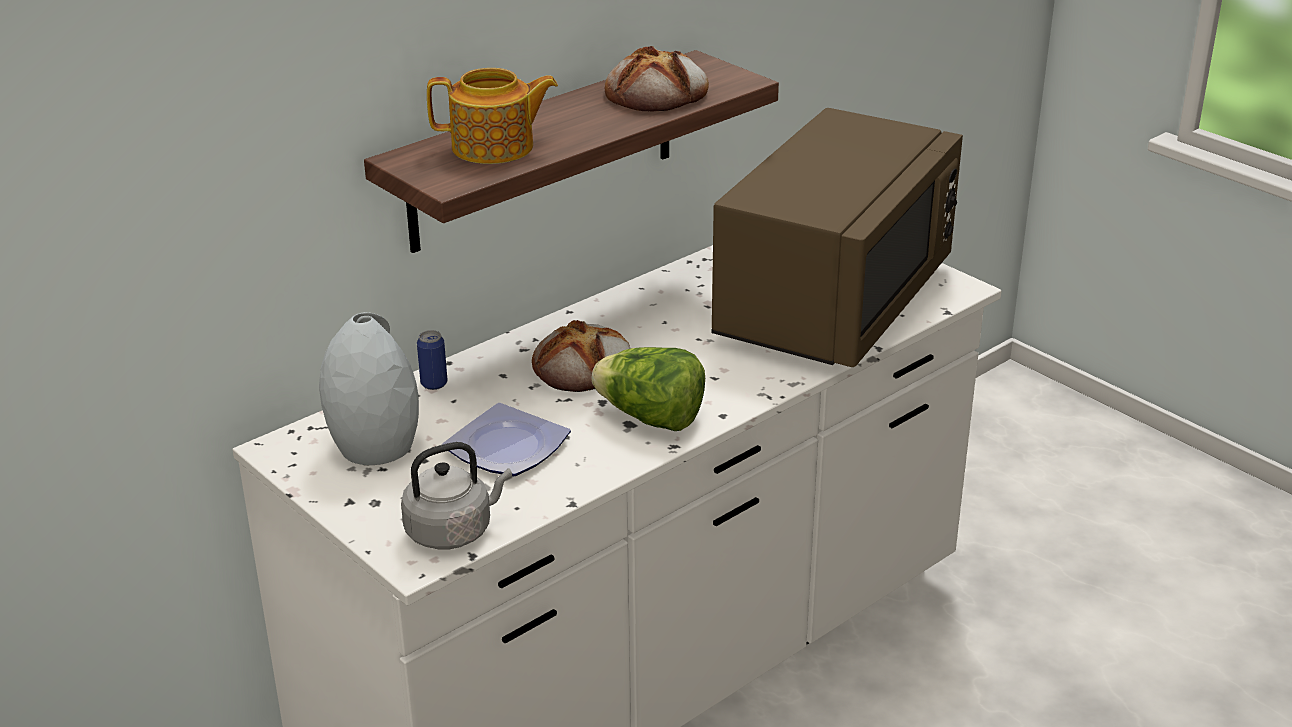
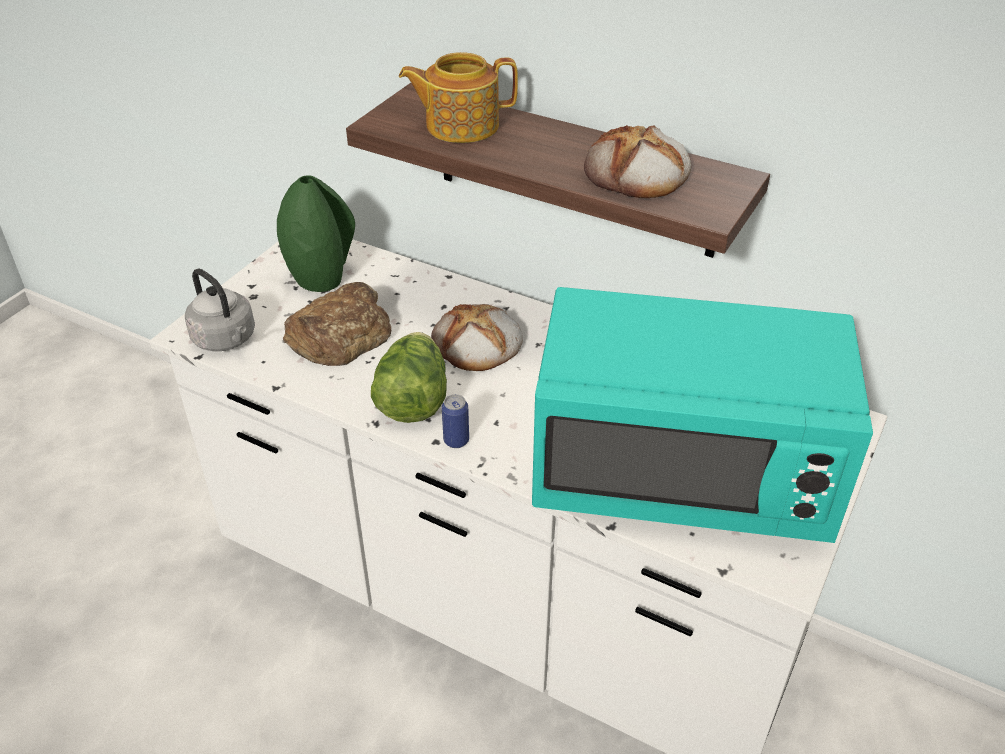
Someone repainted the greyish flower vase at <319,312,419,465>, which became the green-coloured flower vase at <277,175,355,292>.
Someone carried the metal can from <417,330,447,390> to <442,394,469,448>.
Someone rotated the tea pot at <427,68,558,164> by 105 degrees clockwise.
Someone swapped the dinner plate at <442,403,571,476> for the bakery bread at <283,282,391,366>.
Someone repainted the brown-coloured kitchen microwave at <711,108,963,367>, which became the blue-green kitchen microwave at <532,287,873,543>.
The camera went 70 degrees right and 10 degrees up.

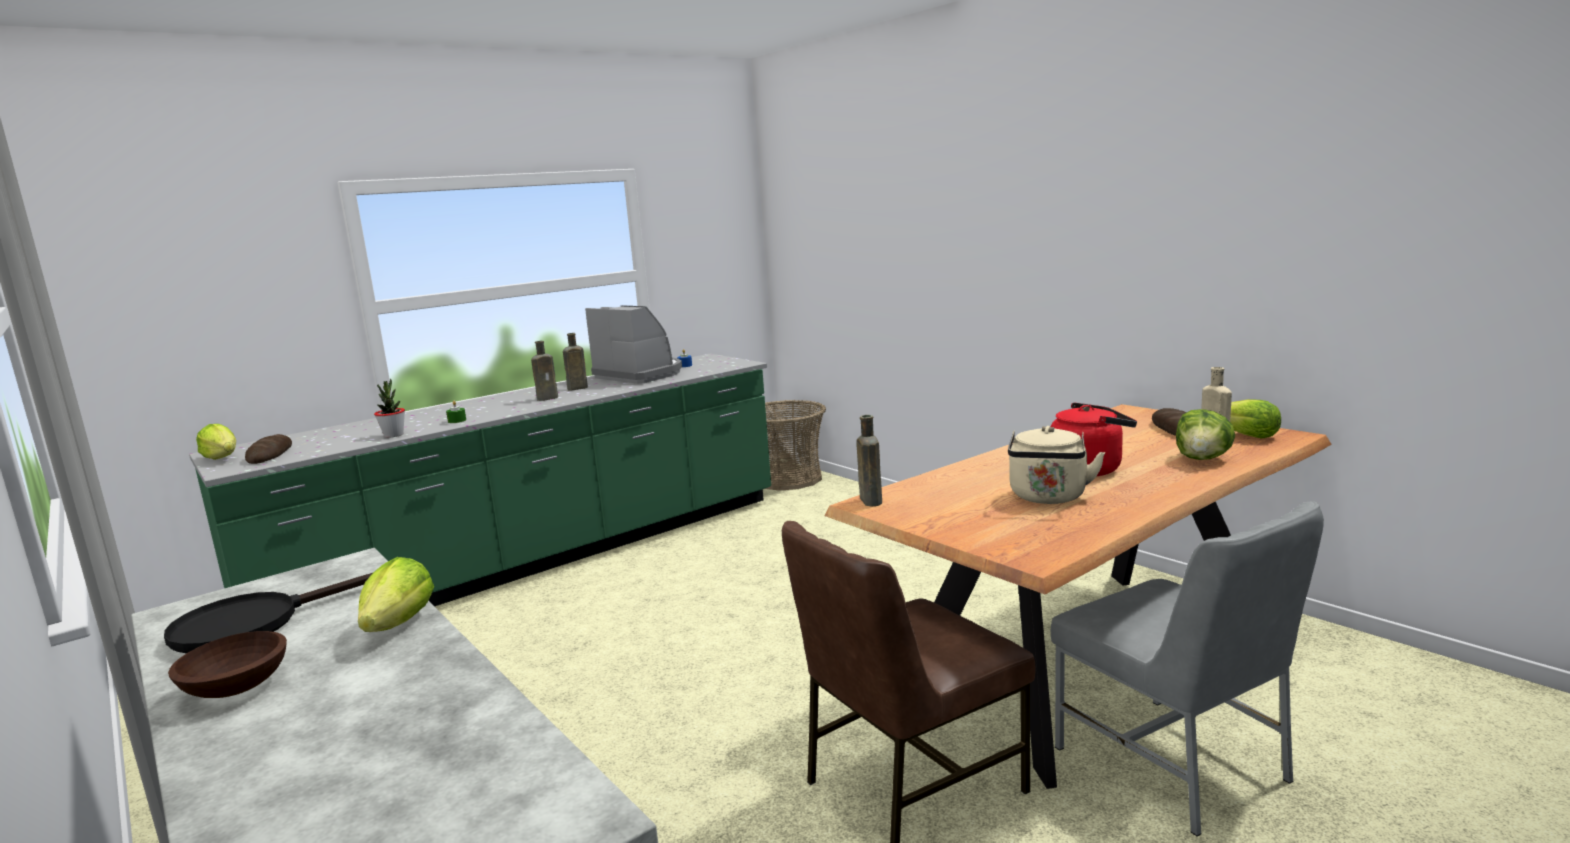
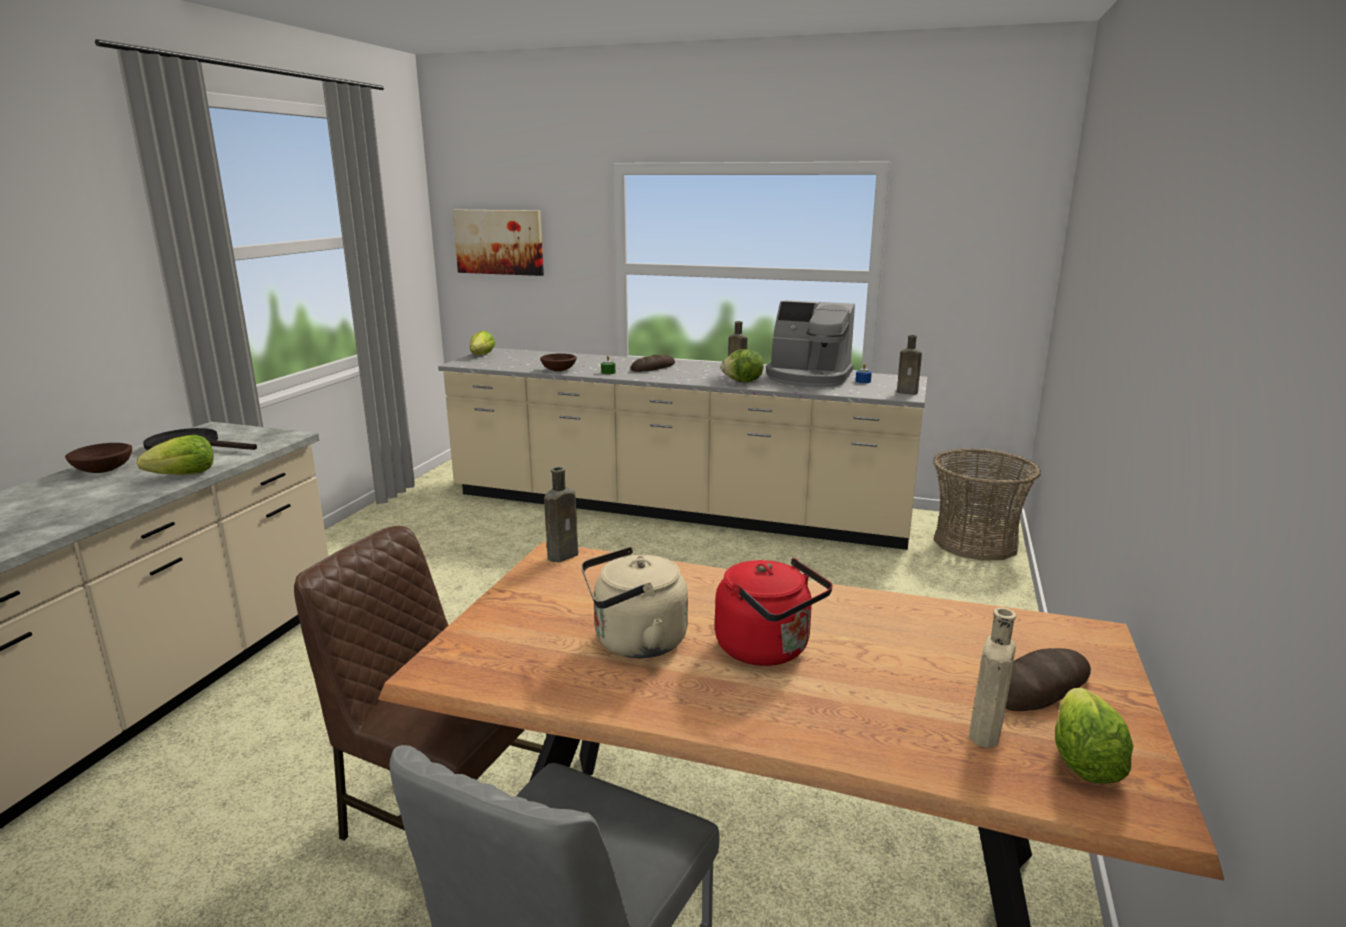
Someone repainted the green-coloured counter at <189,354,771,606>, which became the beige-coloured counter at <438,348,928,550>.
Someone carried the bakery bread from <245,434,292,464> to <631,355,675,372>.
Someone swapped the potted plant at <374,379,405,438> for the brown-coloured bowl at <540,354,577,371>.
Someone carried the brown-coloured bottle from <531,341,558,401> to <897,335,922,395>.
Someone rotated the coffee maker at <585,305,682,384> by 105 degrees clockwise.
Someone carried the head of lettuce from <1176,409,1235,460> to <721,349,763,383>.
Someone put up the wall picture at <453,209,544,276>.
The camera went 55 degrees right and 5 degrees up.

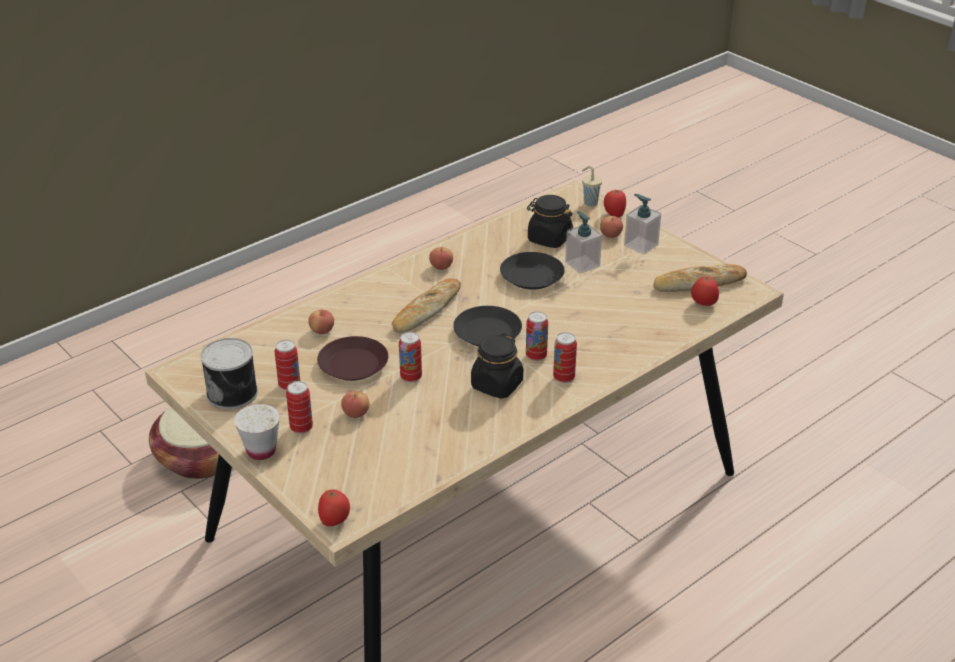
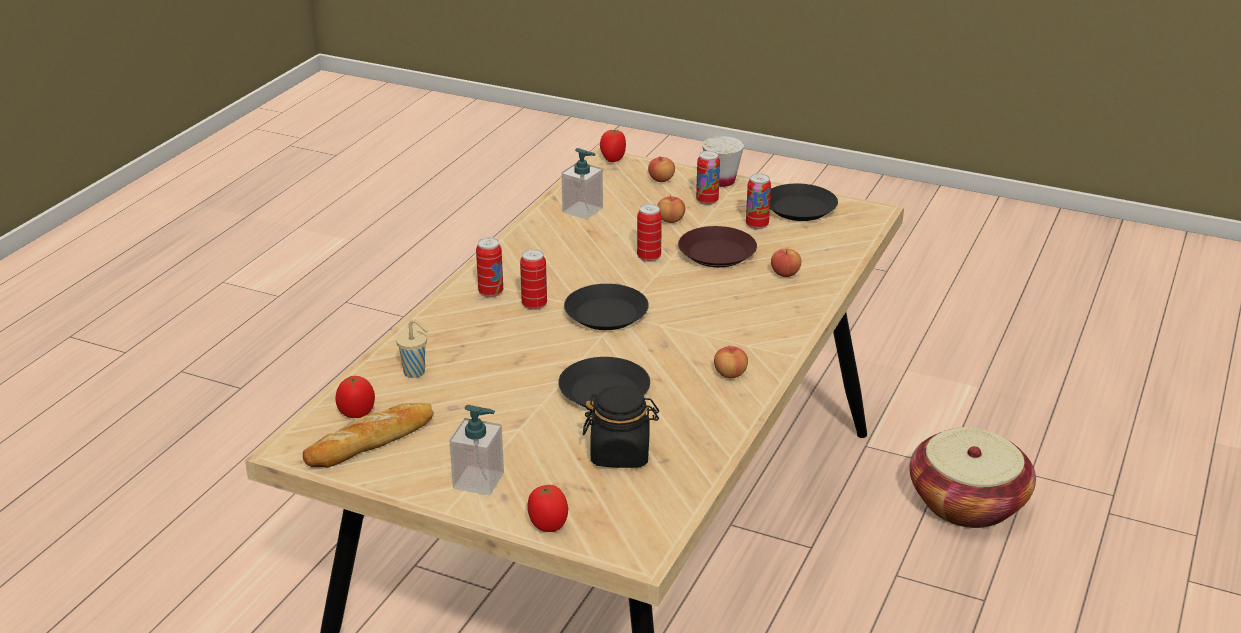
Someone swapped the metal can at <200,338,258,410> for the black dinner plate at <770,183,838,221>.
Someone took away the bakery bread at <392,279,461,333>.
Someone took away the black preserve jar at <471,333,523,399>.
Someone carried the liquid soap bottle from <565,211,602,274> to <562,148,603,219>.
Someone carried the beige-coloured cup from <582,166,602,206> to <396,319,429,378>.
Someone carried the apple from <600,216,623,238> to <648,156,675,182>.
The camera went 155 degrees right and 5 degrees down.

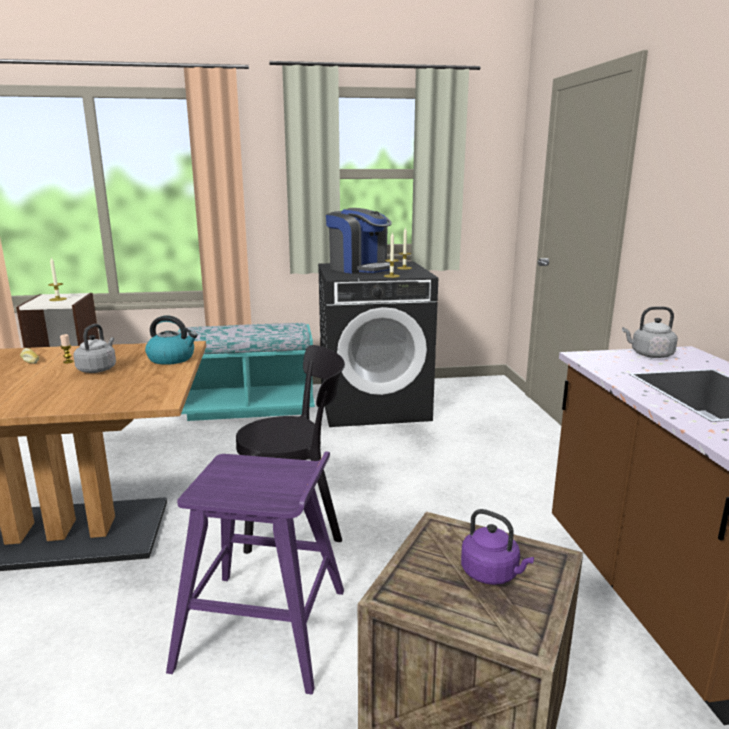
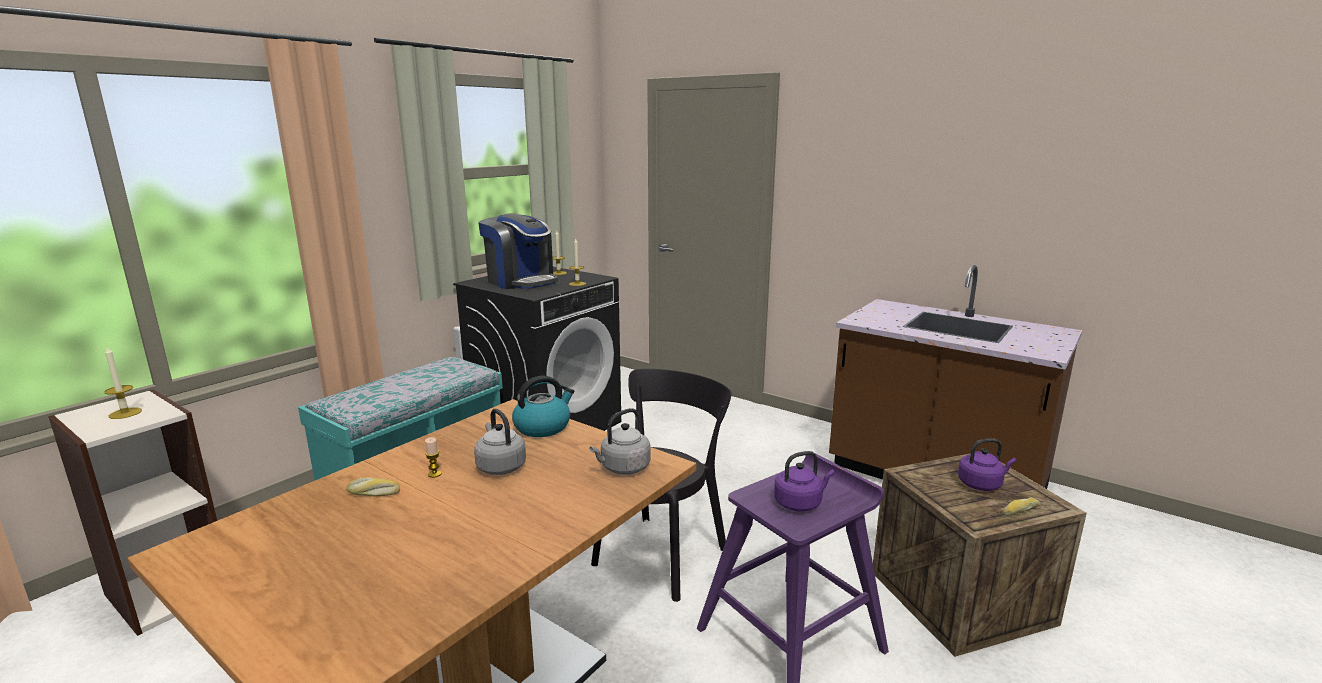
Someone rotated the coffee maker at <326,208,395,274> by 45 degrees clockwise.
Someone carried the greyish kettle from <622,306,678,358> to <589,408,651,475>.
Someone put down the purple kettle at <774,451,835,512>.
Someone put down the bakery bread at <1003,497,1040,516>.
The camera went 45 degrees left and 0 degrees up.

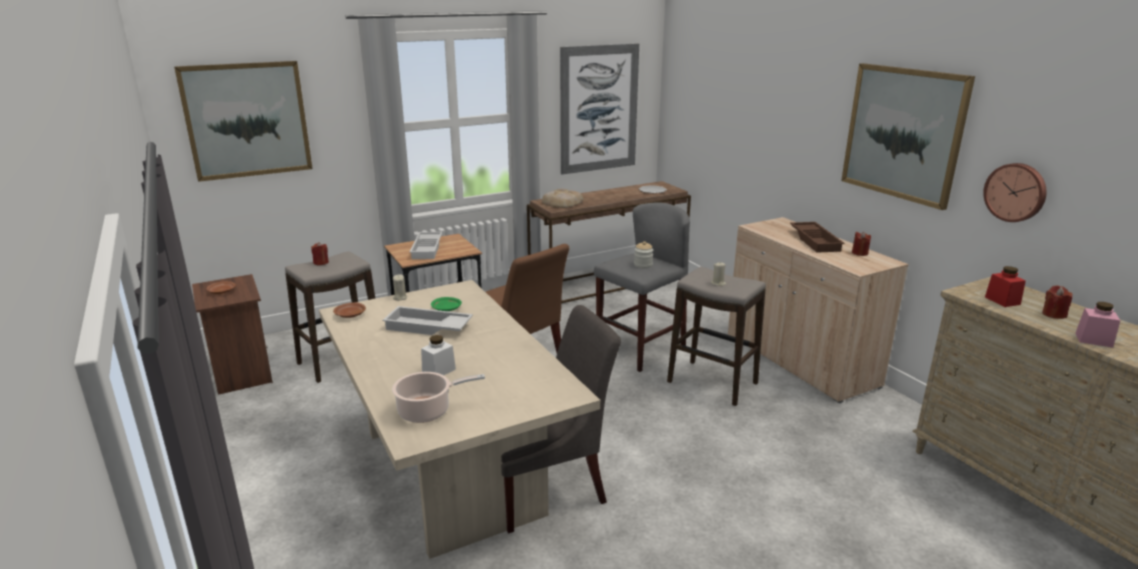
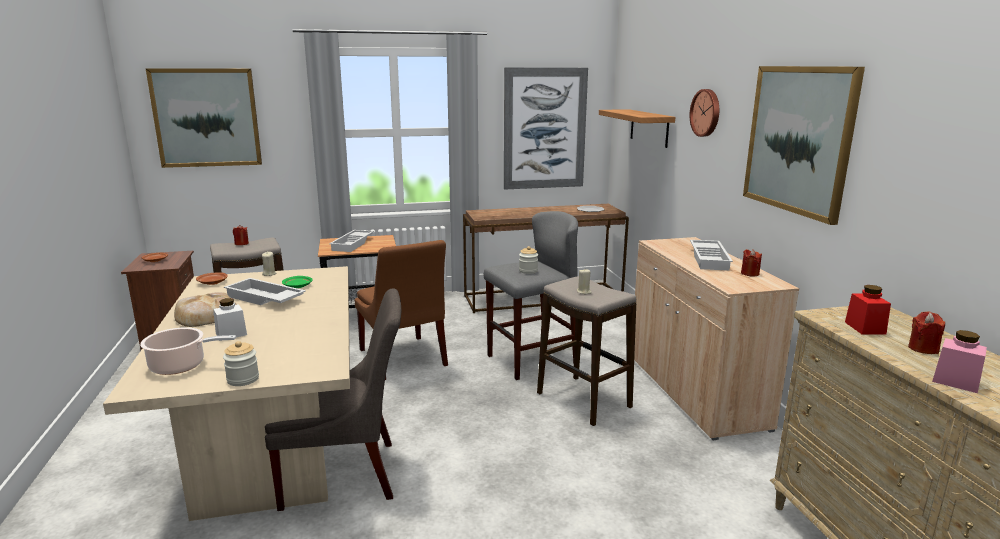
Someone carried the bakery bread from <542,189,584,208> to <174,292,237,327>.
Someone repainted the brown-coloured tray at <790,222,845,253>, which became the white-coloured tray at <690,240,733,271>.
Someone carried the hanging clock from <983,163,1046,222> to <690,89,719,137>.
Someone put down the preserve jar at <223,341,259,386>.
Someone put up the wall shelf at <599,109,675,148>.
The camera went 15 degrees right and 5 degrees down.

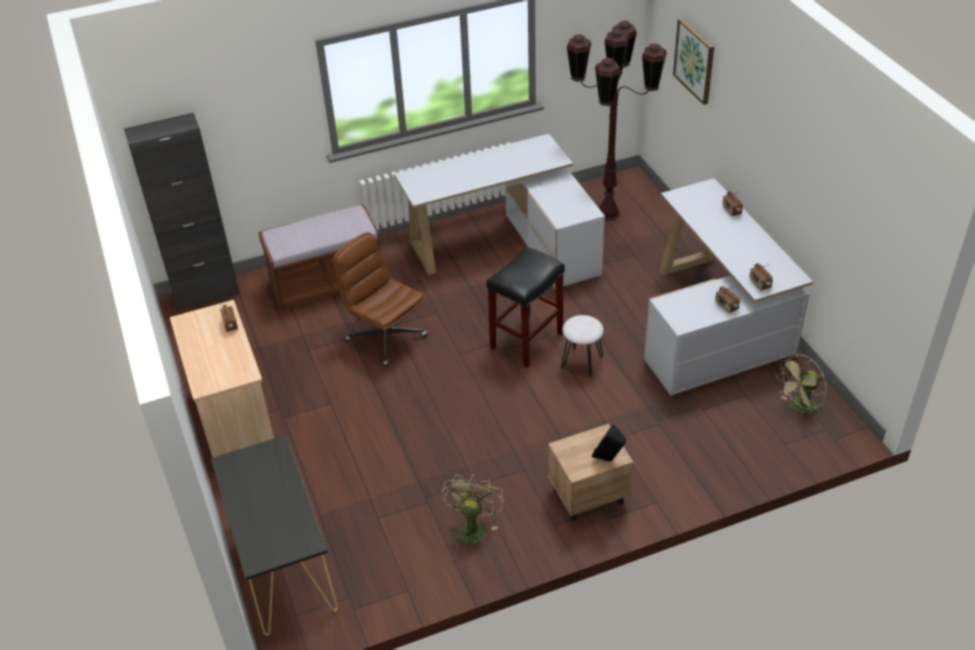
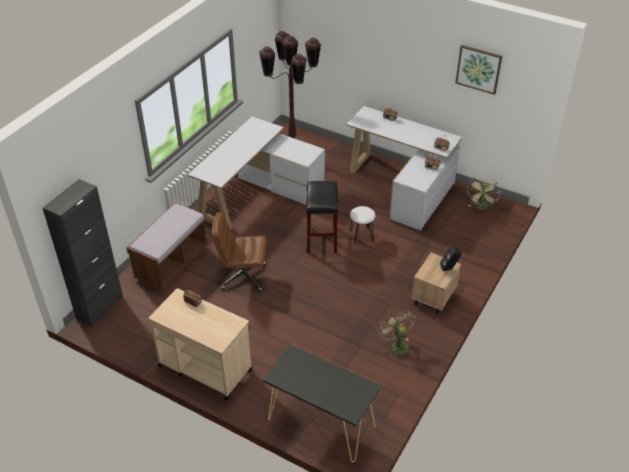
Someone carried the wall picture from <673,18,714,105> to <455,45,502,95>.
The camera went 40 degrees left and 0 degrees up.

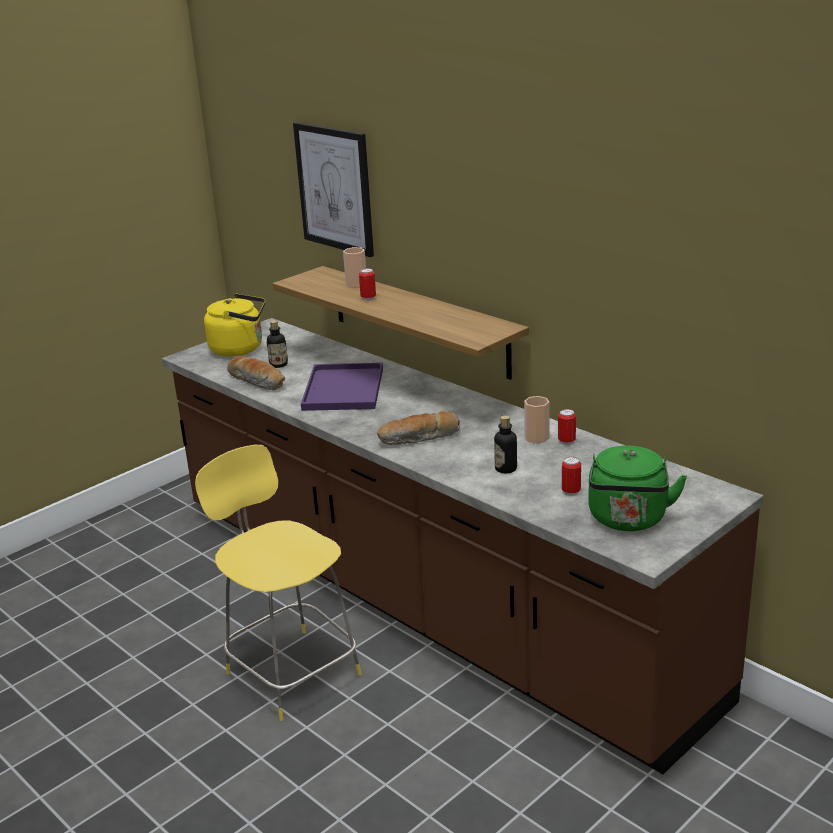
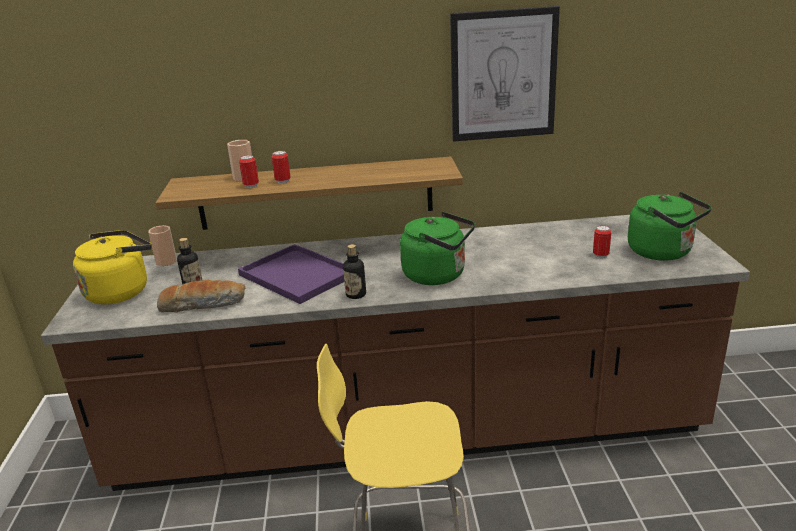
Someone carried the wall picture from <293,122,374,257> to <450,6,560,142>.
Someone swapped the bakery bread at <377,411,460,445> for the green-coloured kettle at <400,211,475,285>.
Someone carried the bottle from <494,415,517,473> to <343,244,366,299>.
Someone carried the cup from <524,396,550,444> to <149,225,177,266>.
Someone carried the metal can from <558,409,576,445> to <239,155,259,188>.
The camera went 50 degrees left and 0 degrees up.

